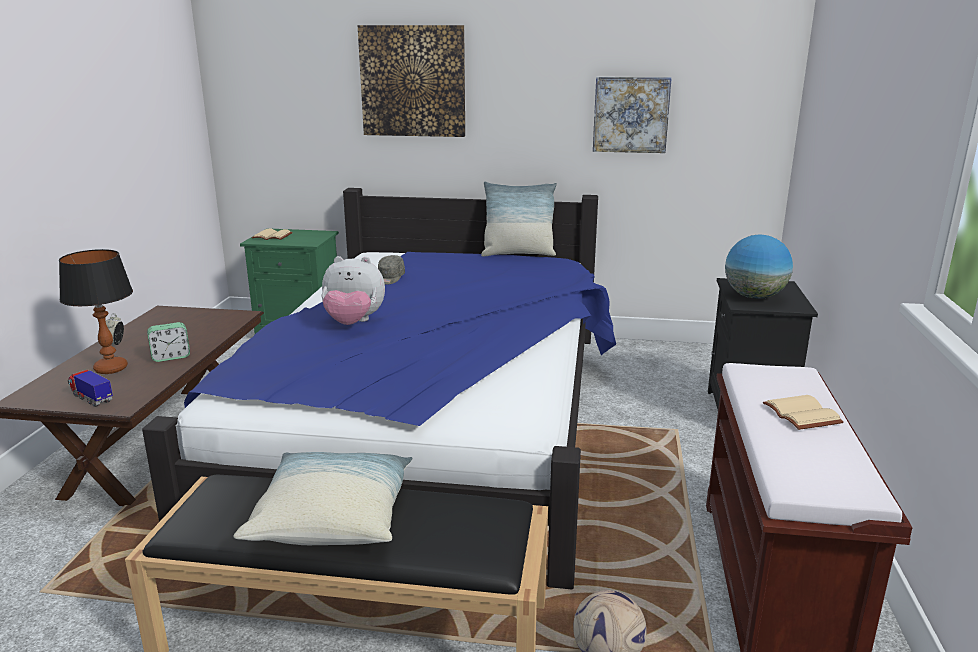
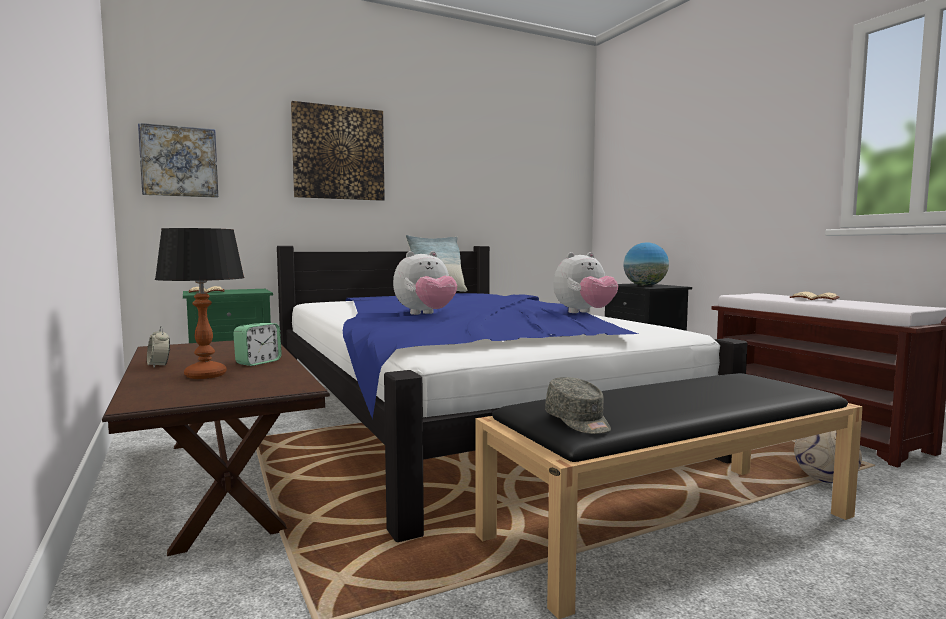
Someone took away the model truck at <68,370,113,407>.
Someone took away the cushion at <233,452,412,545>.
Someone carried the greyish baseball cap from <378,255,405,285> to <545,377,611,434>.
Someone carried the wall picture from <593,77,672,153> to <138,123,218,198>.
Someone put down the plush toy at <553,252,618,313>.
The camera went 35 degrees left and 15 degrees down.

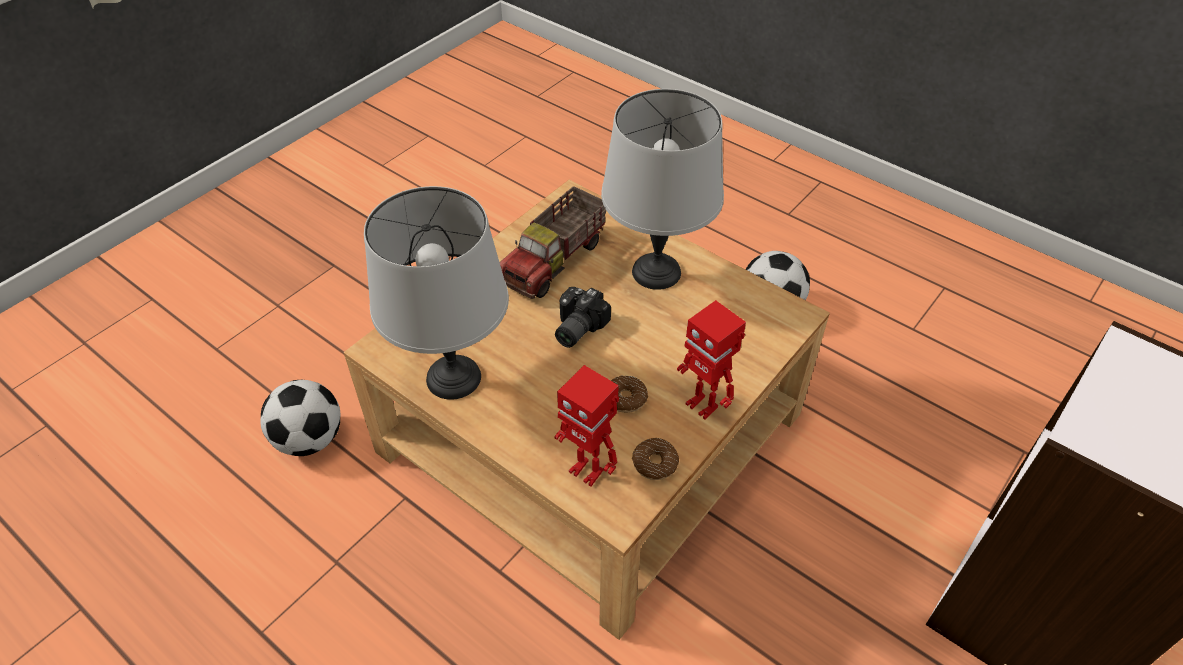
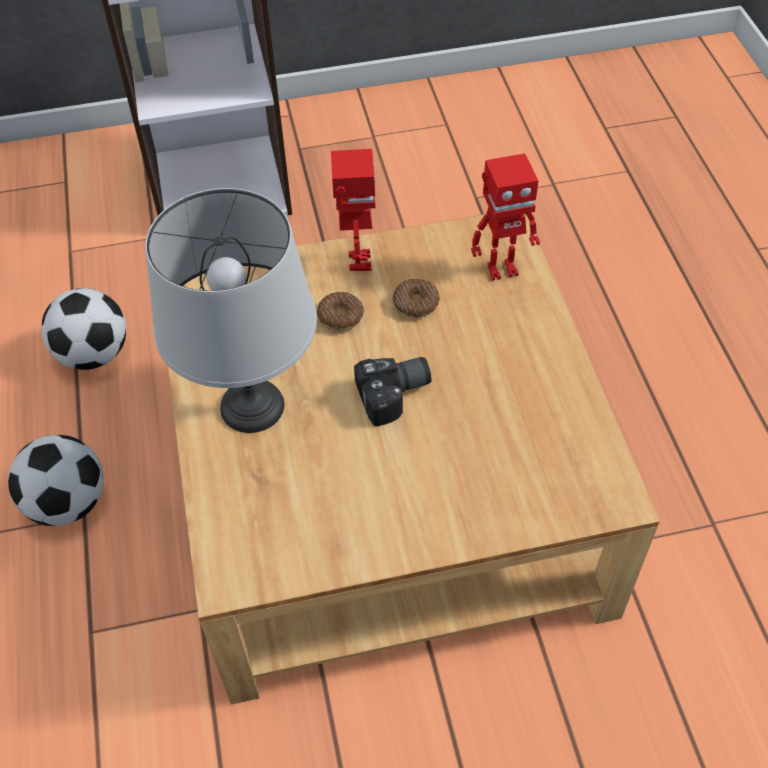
Someone carried the football from <260,380,340,456> to <41,288,126,370>.
Someone took away the greyish lamp for a table at <364,186,509,400>.
Someone took away the model truck at <500,186,606,299>.
Someone rotated the toy robot at <555,365,619,487> by 90 degrees clockwise.
Someone carried the donut from <632,438,679,480> to <317,292,364,331>.
The camera went 140 degrees left and 5 degrees up.

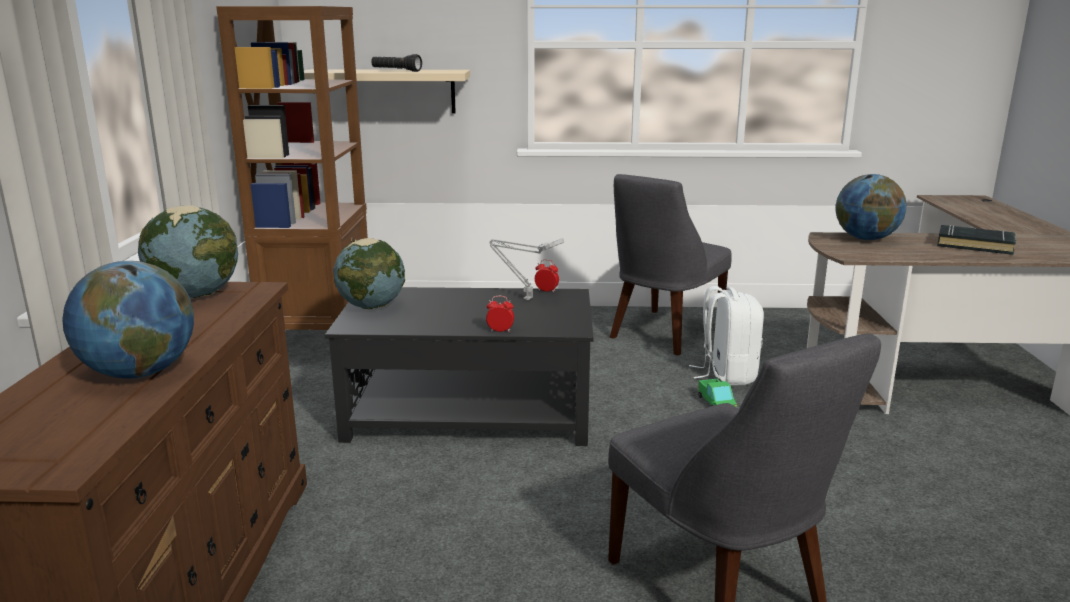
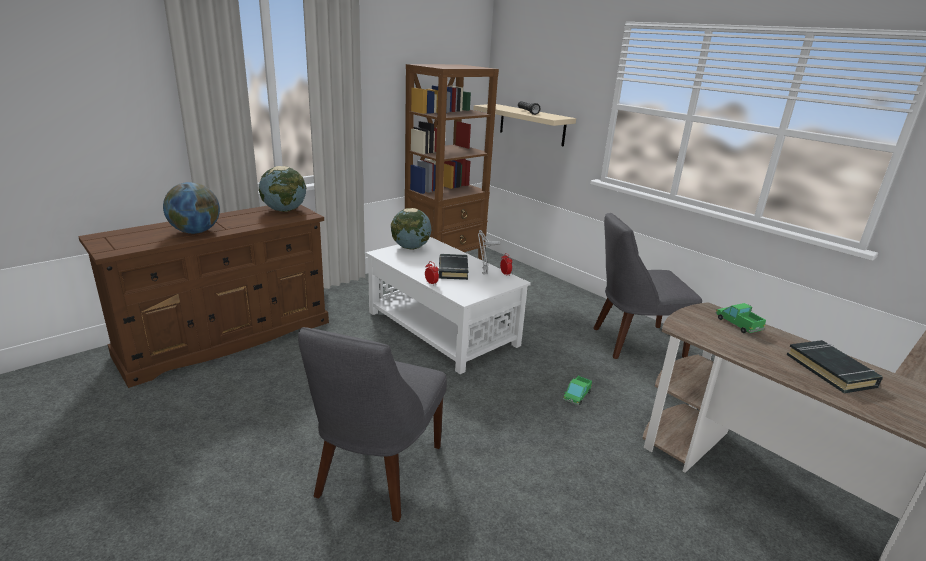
Someone repainted the black low table at <325,287,594,446>, which became the white-coloured low table at <366,237,531,374>.
Someone took away the white-coloured knapsack at <689,286,764,385>.
Someone swapped the globe at <836,174,907,240> for the model truck at <715,303,766,333>.
Someone put down the black book at <438,254,468,280>.
The camera went 45 degrees right and 5 degrees up.

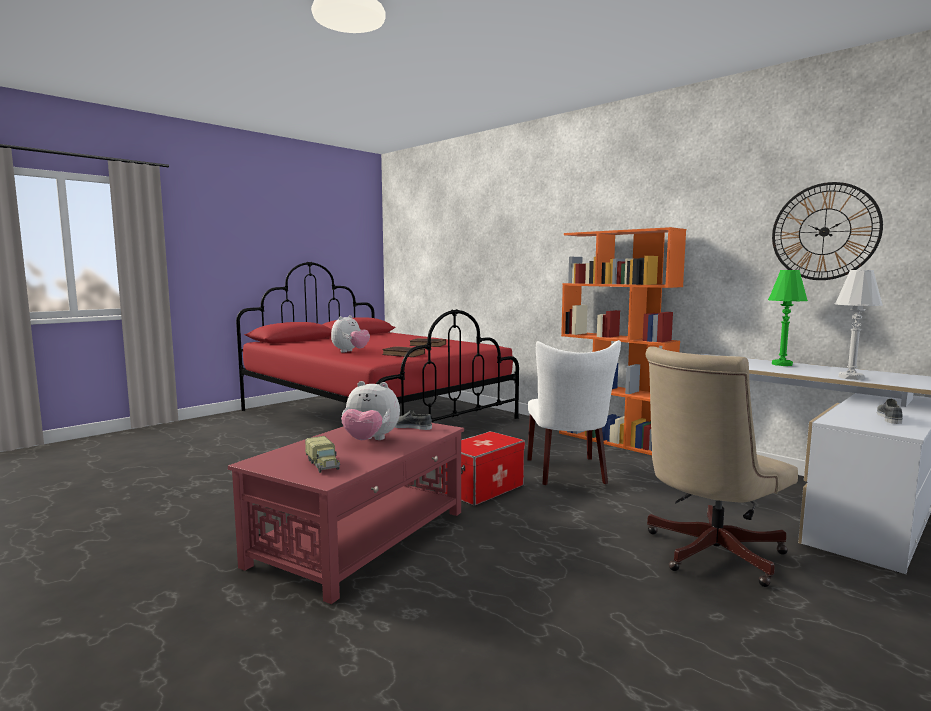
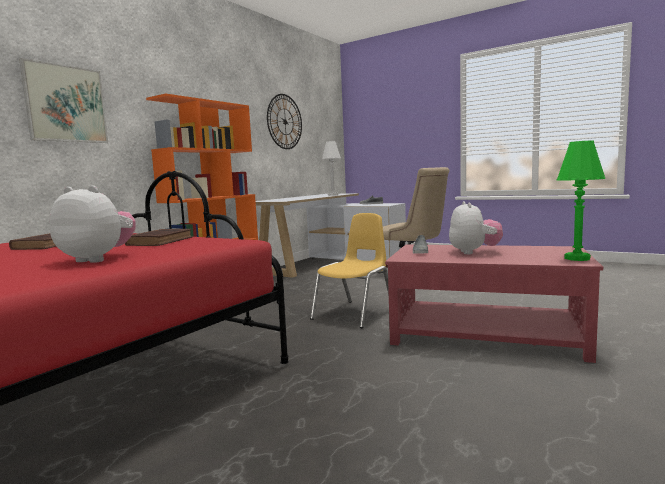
Someone took away the model truck at <305,436,340,473>.
Someone swapped the storage box at <441,431,525,506> for the yellow plain chair at <310,213,389,328>.
Someone took away the white-coloured plain chair at <527,340,621,485>.
Someone carried the green-coloured lamp for a table from <768,270,808,366> to <556,141,605,261>.
Someone put up the wall picture at <19,58,108,143>.
The camera went 100 degrees left and 0 degrees up.

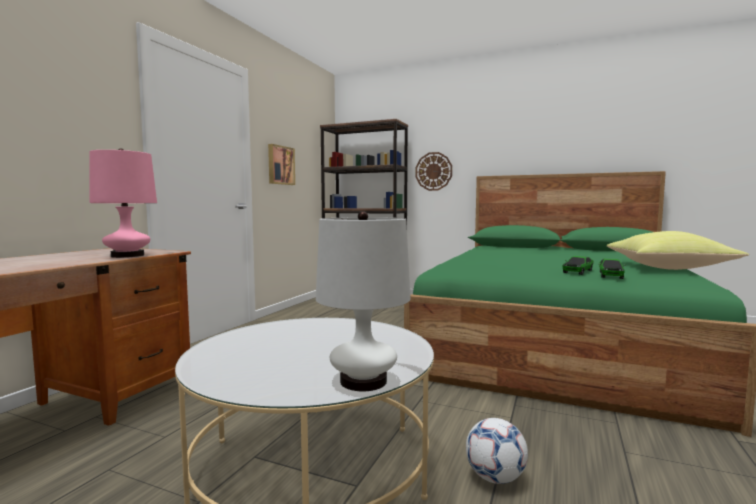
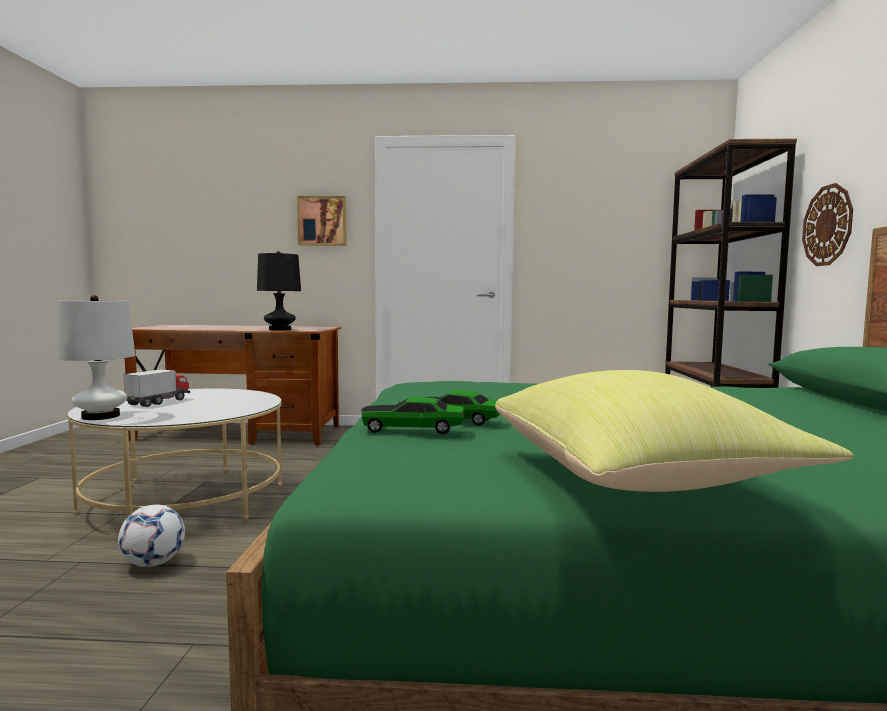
Someone repainted the pink lamp for a table at <90,148,157,258>, which became the black lamp for a table at <257,251,301,331>.
Someone carried the wall picture from <268,144,295,185> to <297,196,346,246>.
Someone put down the model truck at <123,369,190,407>.
The camera went 70 degrees right and 0 degrees up.

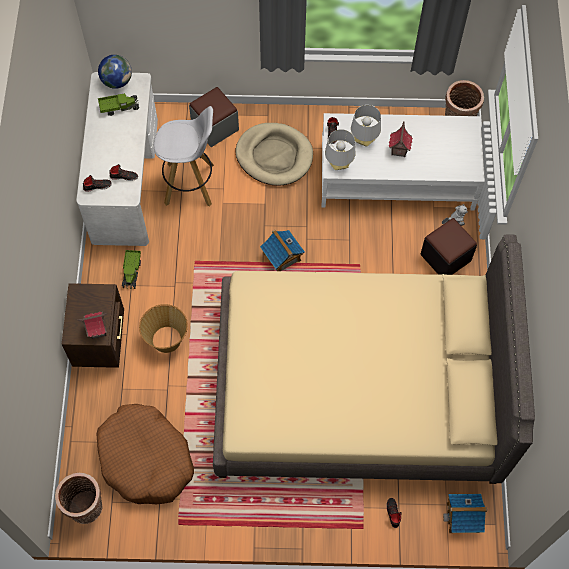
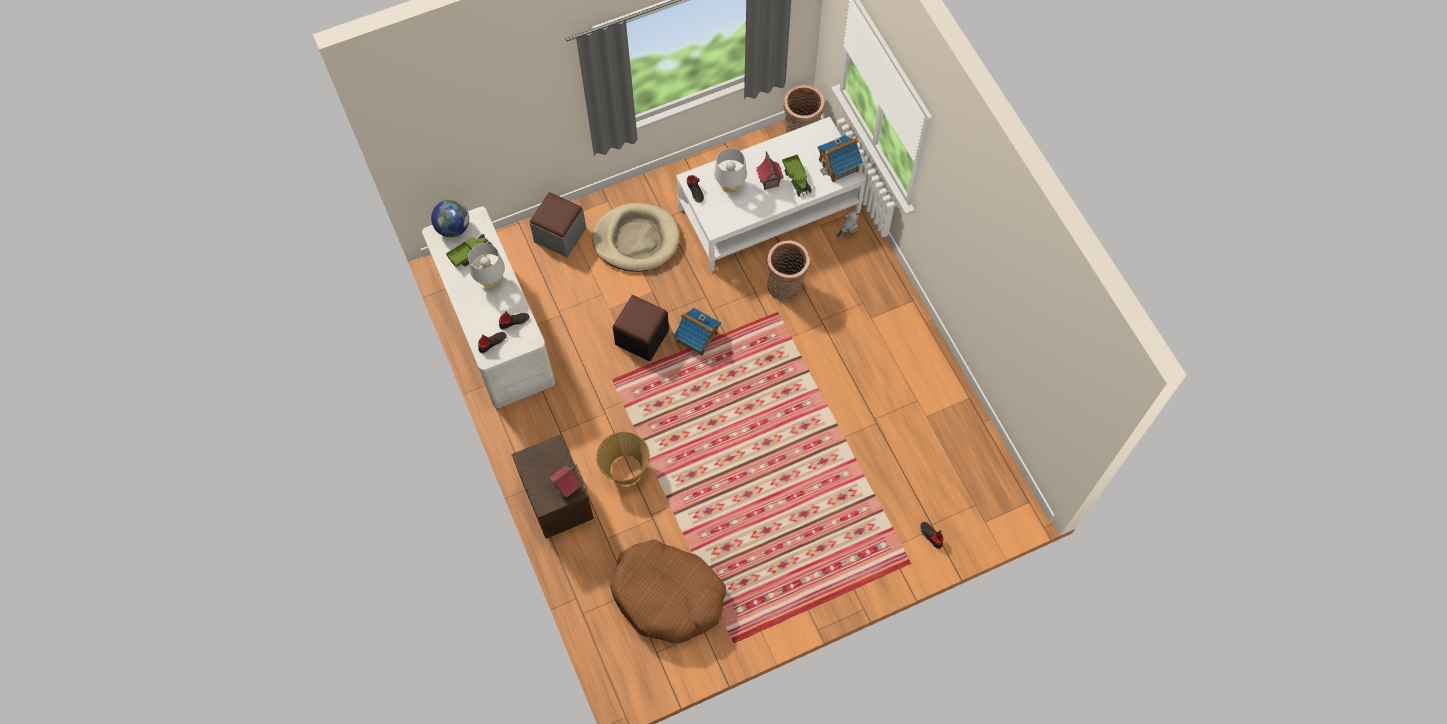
Someone carried the storage basket from <55,473,102,524> to <766,241,810,301>.
Someone carried the model truck from <122,250,141,289> to <782,155,812,197>.
Someone took away the white-coloured stool seat at <154,106,214,207>.
Someone took away the beige-coloured sleeping bed at <213,234,535,484>.
Someone carried the greyish lamp for a table from <325,129,355,170> to <468,243,505,289>.
Someone carried the black pouffe from <420,218,477,275> to <612,295,669,361>.
Someone carried the toy house from <443,494,487,533> to <818,135,863,182>.
The camera went 25 degrees left and 0 degrees up.

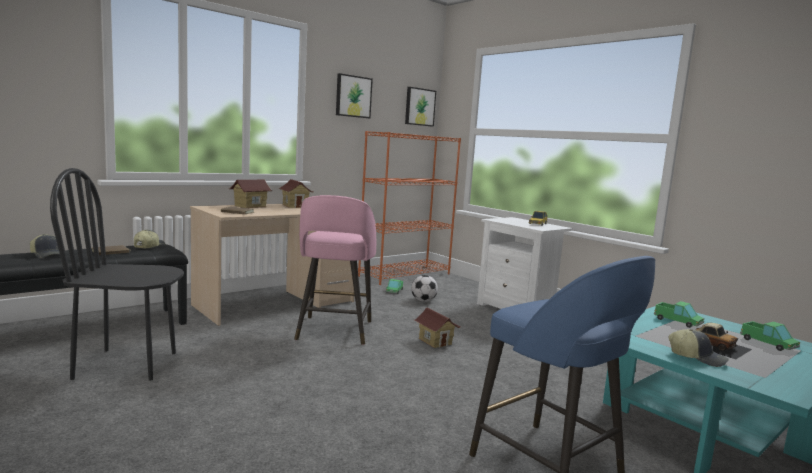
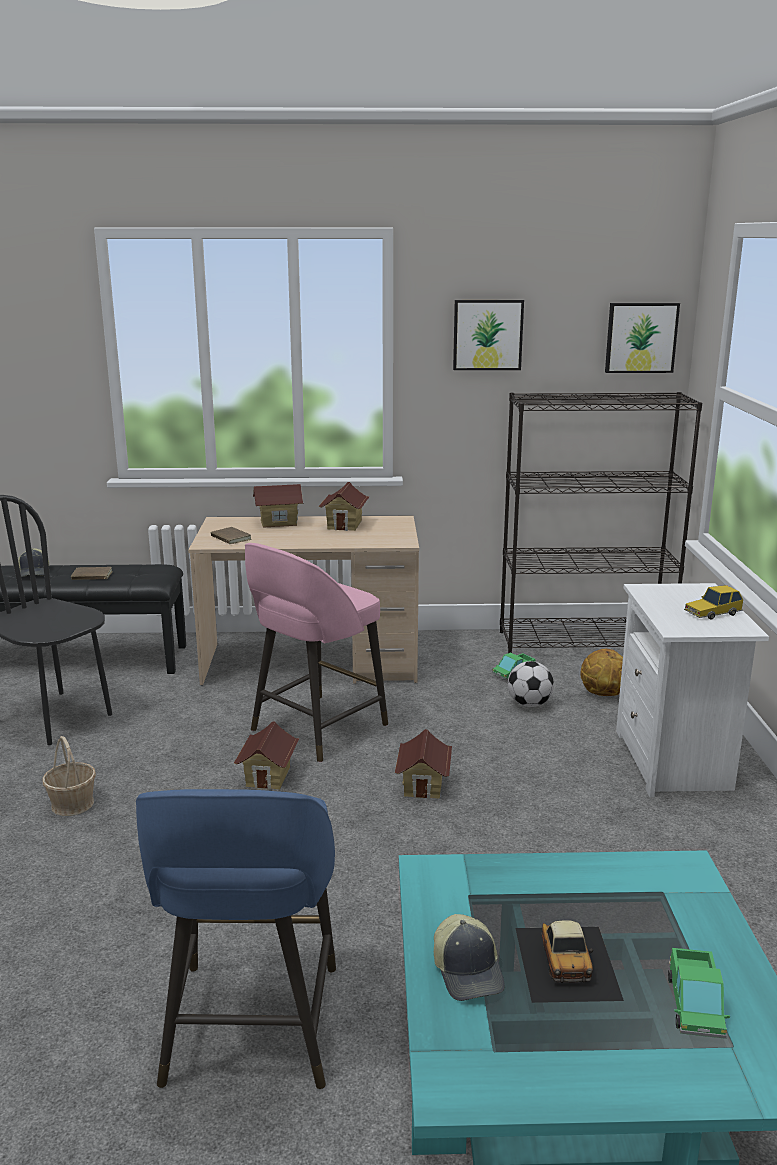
Someone took away the baseball cap at <134,230,165,248>.
Someone repainted the orangey bookcase at <358,131,461,285>, which became the black bookcase at <500,392,702,653>.
Someone took away the model truck at <654,301,704,328>.
Someone put down the storage basket at <42,736,96,816>.
Someone put down the toy house at <234,721,299,790>.
Someone put down the basketball at <581,649,623,696>.
The camera went 40 degrees right and 10 degrees up.

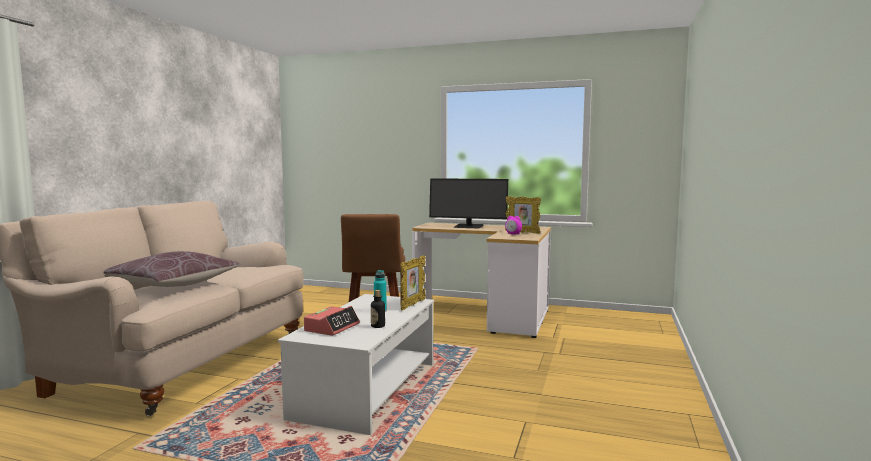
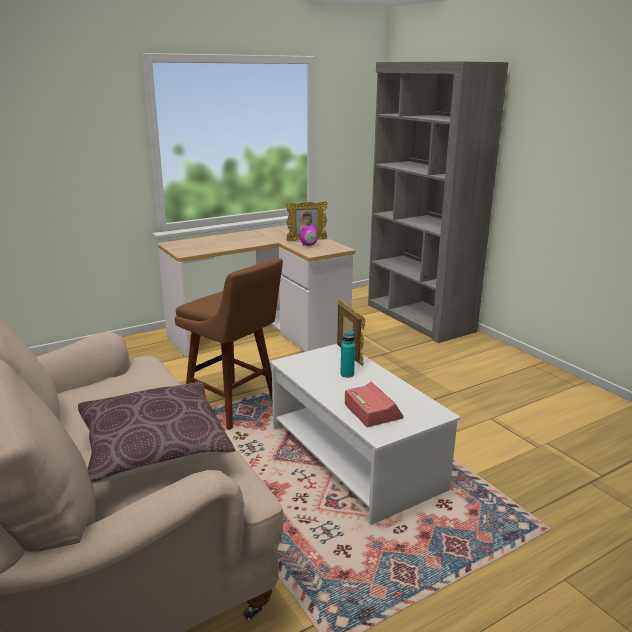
Someone took away the bottle at <371,290,385,328>.
Someone took away the monitor at <429,178,508,229>.
Someone put down the greyish bookcase at <368,61,509,343>.
The camera went 50 degrees left and 15 degrees up.

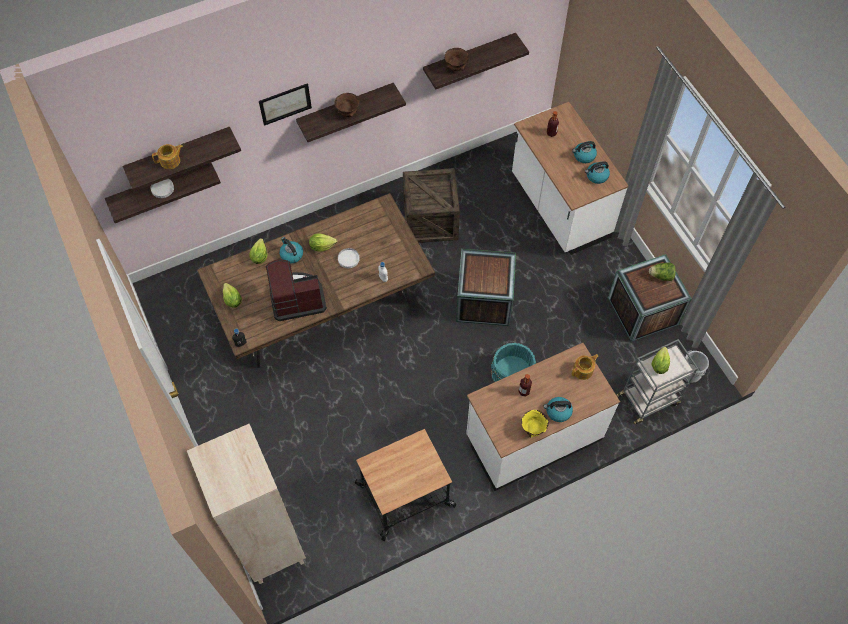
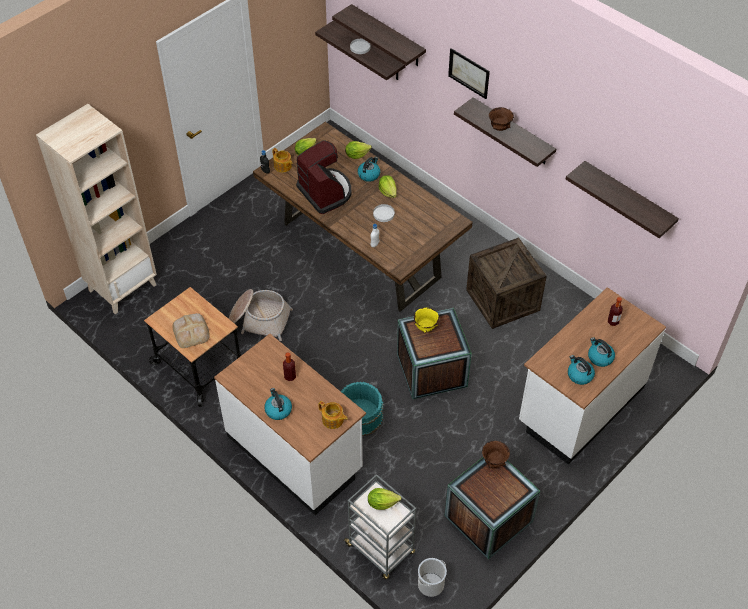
Someone carried the tea pot from <152,144,183,169> to <272,148,292,172>.
Someone carried the brown-coloured bowl from <444,48,469,71> to <482,441,510,468>.
Someone carried the yellow bowl from <522,410,549,438> to <414,308,439,333>.
Someone took away the head of lettuce at <649,262,676,281>.
Someone put down the bakery bread at <173,313,210,348>.
Someone put down the storage basket at <229,289,293,341>.
The camera went 70 degrees right and 10 degrees down.

